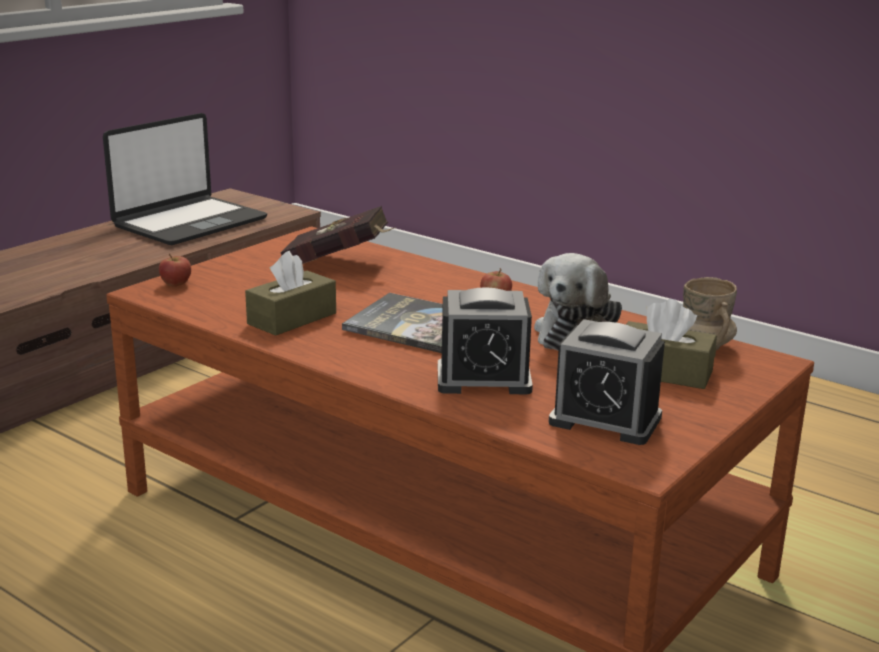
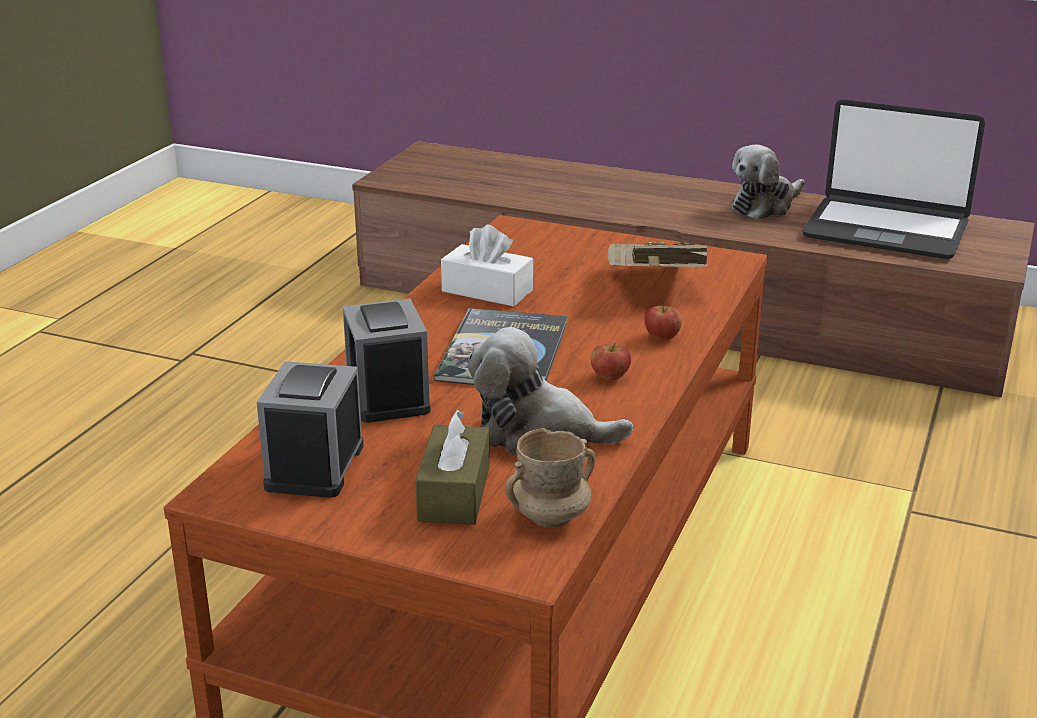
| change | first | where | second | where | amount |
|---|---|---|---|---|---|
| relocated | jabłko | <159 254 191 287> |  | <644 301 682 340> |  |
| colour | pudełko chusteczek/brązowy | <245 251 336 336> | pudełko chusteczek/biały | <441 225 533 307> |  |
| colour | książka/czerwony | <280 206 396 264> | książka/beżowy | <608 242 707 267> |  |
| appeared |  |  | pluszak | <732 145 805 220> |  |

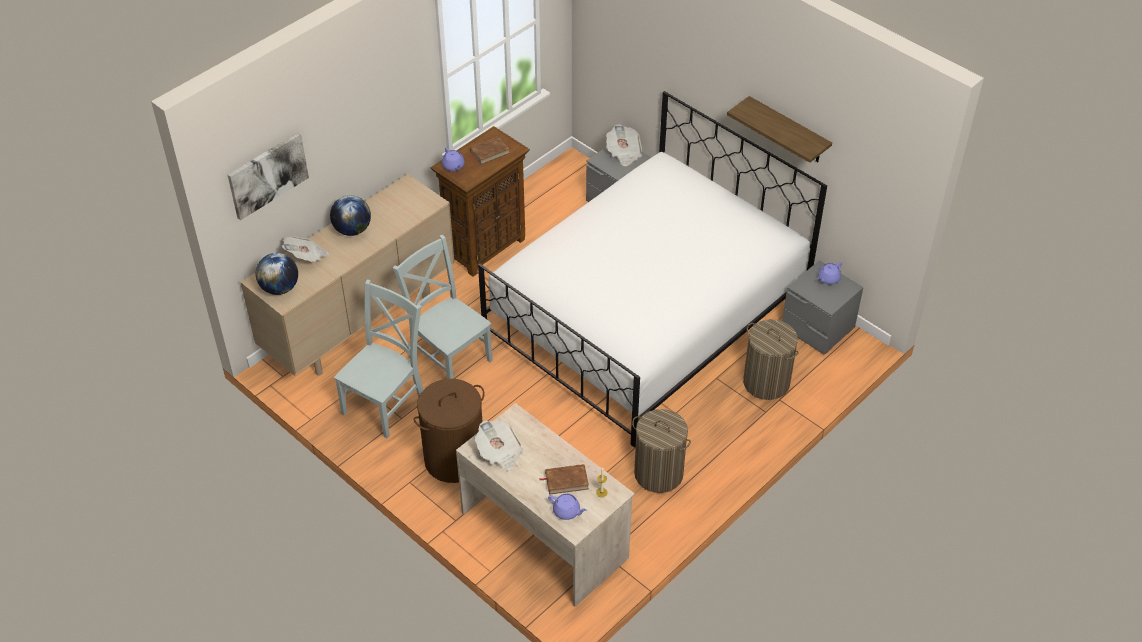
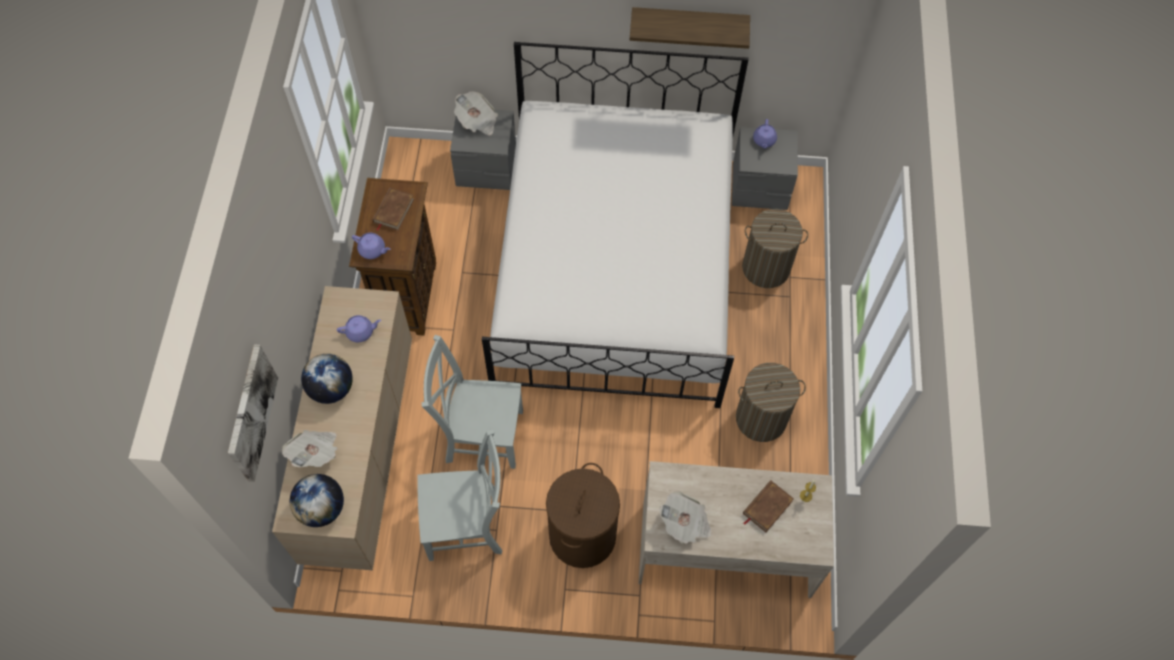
| change | first | where | second | where | amount |
|---|---|---|---|---|---|
| spun | krzesło/szary | <334 279 424 438> |  | <417 429 502 561> | 90 degrees clockwise |
| relocated | imbryk/fioletowy | <548 493 587 520> |  | <337 315 381 342> |  |

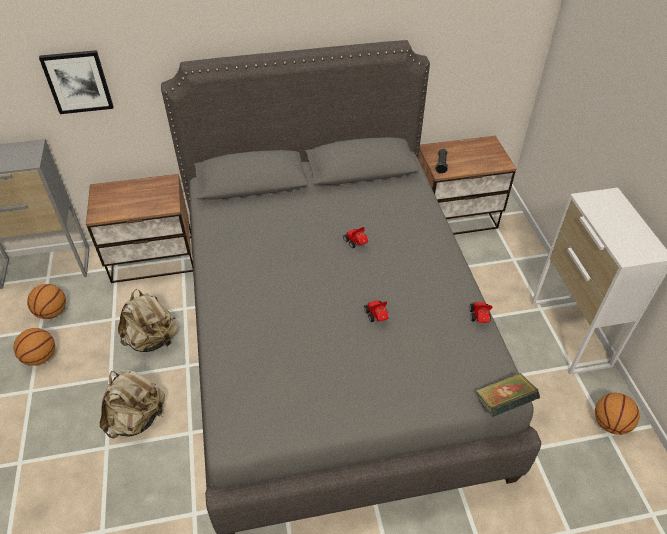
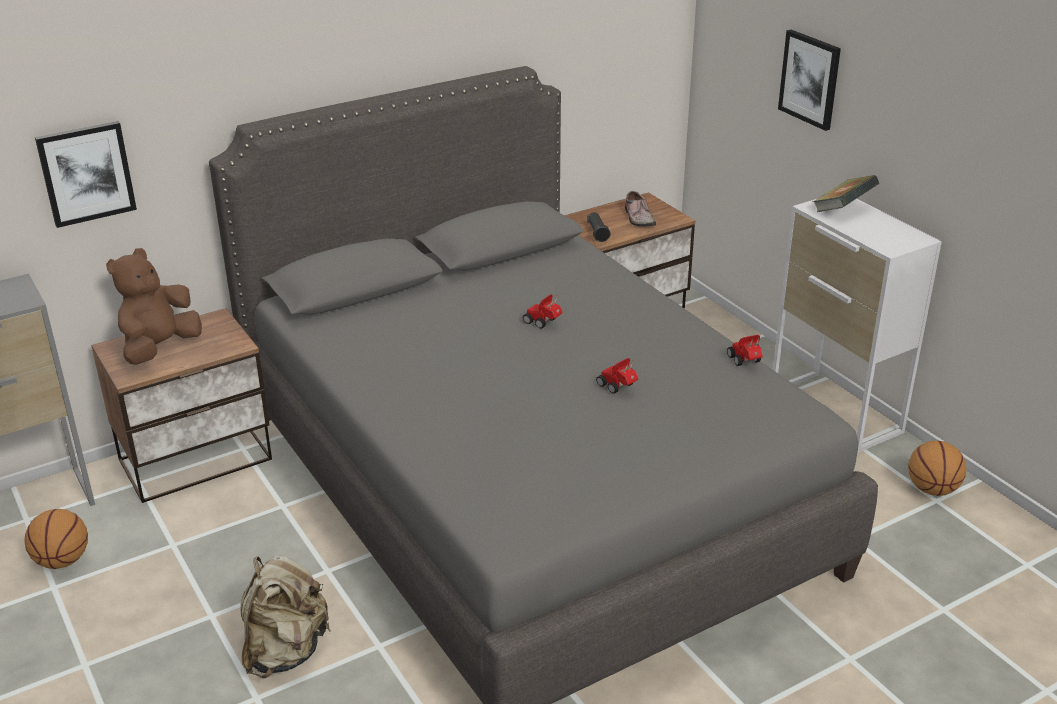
| change | first | where | second | where | amount |
|---|---|---|---|---|---|
| missing | piłka do koszykówki | <13 328 55 366> |  |  |  |
| missing | plecak/beżowy | <118 289 178 352> |  |  |  |
| relocated | książka | <476 373 540 417> |  | <813 175 879 212> |  |
| appeared |  |  | pluszak/brązowy | <106 248 202 365> |  |
| appeared |  |  | but | <625 191 656 227> |  |
| appeared |  |  | obraz | <778 30 841 131> |  |

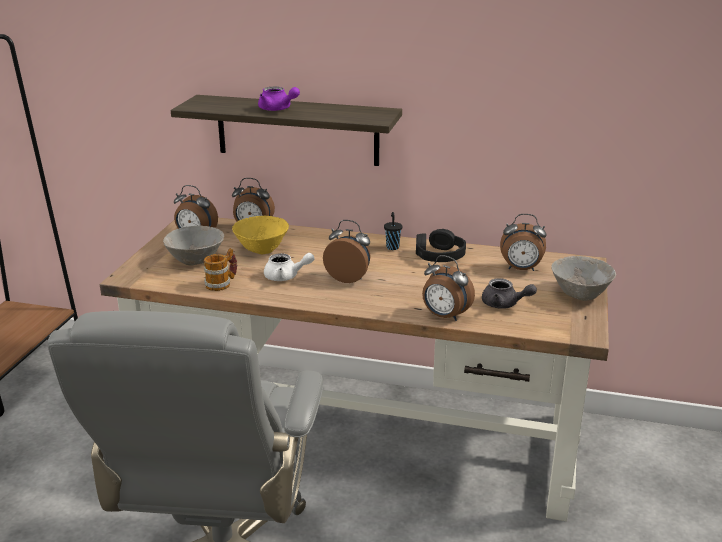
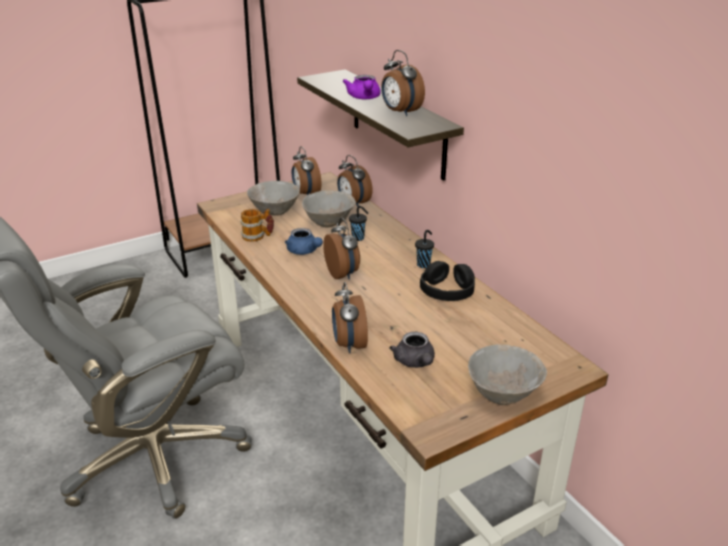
| change | first | where | second | where | amount |
|---|---|---|---|---|---|
| colour | miska/żółty | <232 216 289 254> | miska/szary | <302 190 356 227> |  |
| colour | imbryk/biały | <264 253 314 281> | imbryk/niebieski | <285 228 323 255> |  |
| relocated | budzik | <500 214 547 271> |  | <381 50 425 116> |  |
| appeared |  |  | filiżanka/czarny | <349 206 368 241> |  |

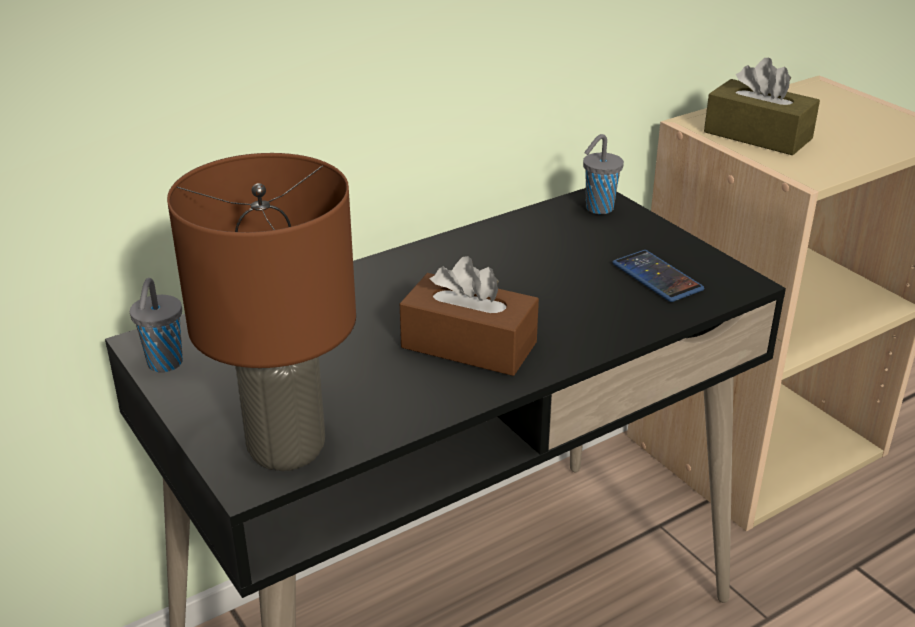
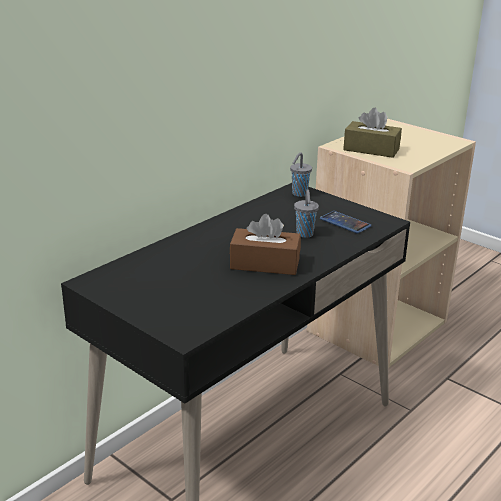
| change | first | where | second | where | amount |
|---|---|---|---|---|---|
| relocated | filiżanka/szary | <130 278 183 372> |  | <294 189 319 238> |  |
| missing | lampa stołowa/brązowy | <167 153 356 471> |  |  |  |

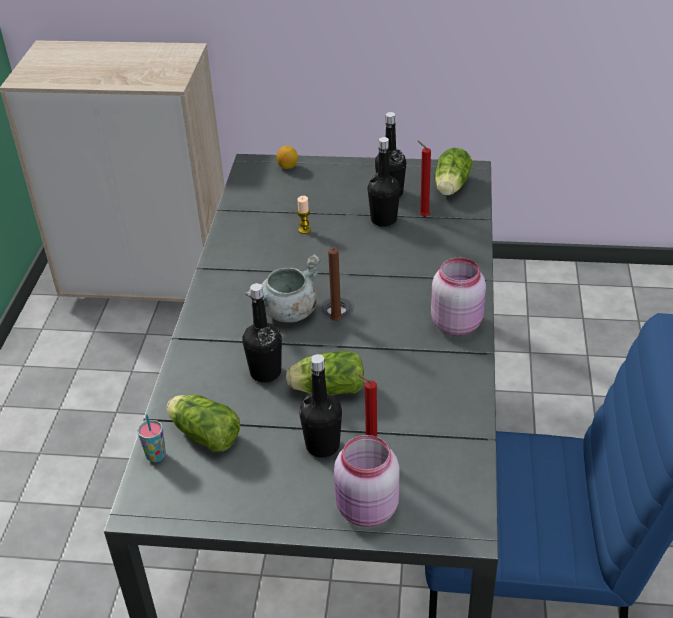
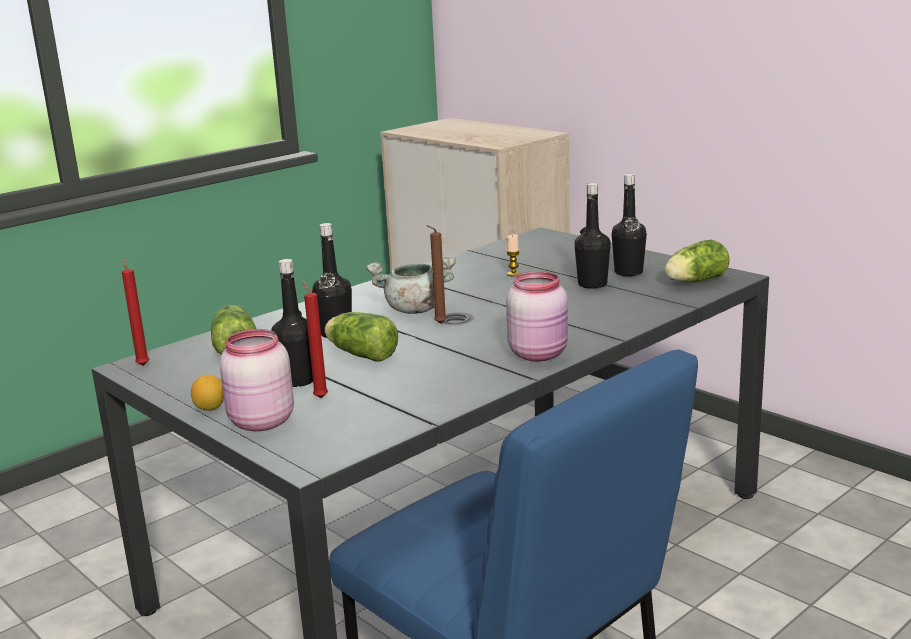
| change | first | where | second | where | amount |
|---|---|---|---|---|---|
| missing | filiżanka | <138 414 166 463> |  |  |  |
| relocated | cytryna | <276 146 298 169> |  | <191 375 224 411> |  |
| relocated | świeca/czerwony | <418 141 431 217> |  | <122 257 149 366> |  |

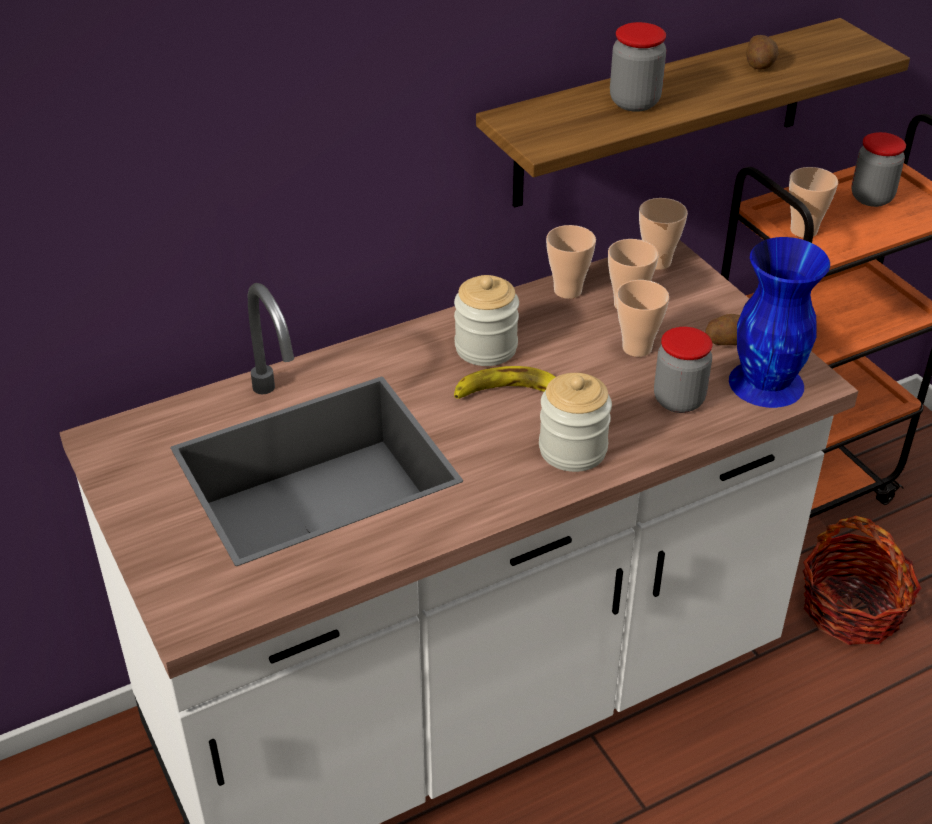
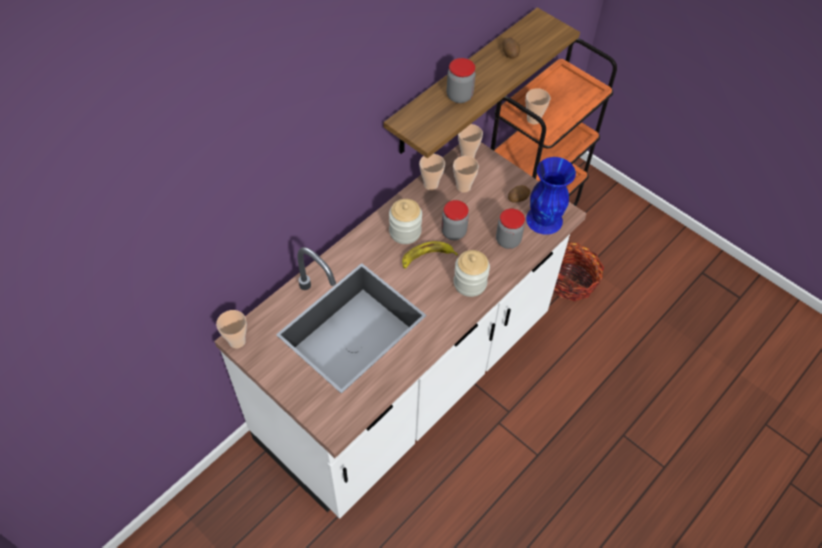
| change | first | where | second | where | amount |
|---|---|---|---|---|---|
| relocated | filiżanka | <616 280 669 357> |  | <216 310 247 348> |  |
| relocated | słoik | <851 132 906 207> |  | <441 200 469 240> |  |

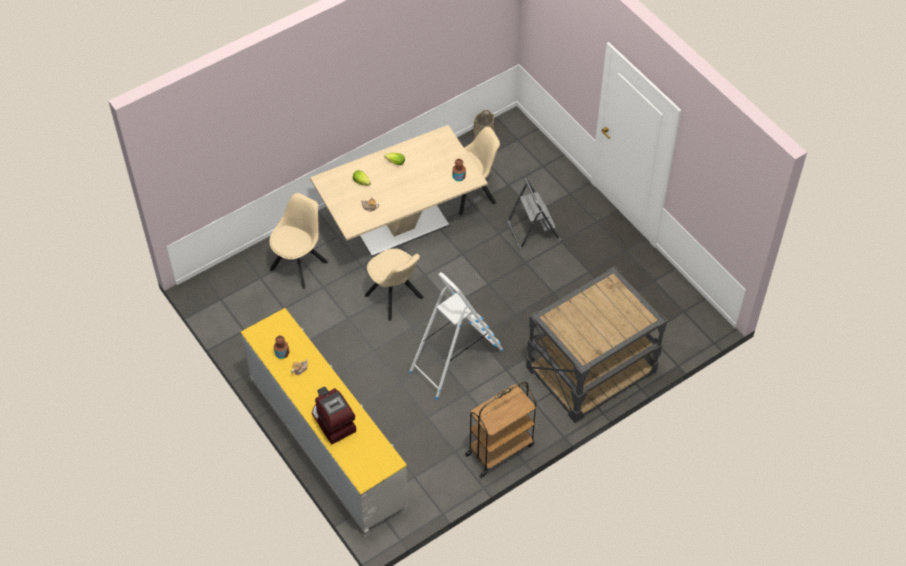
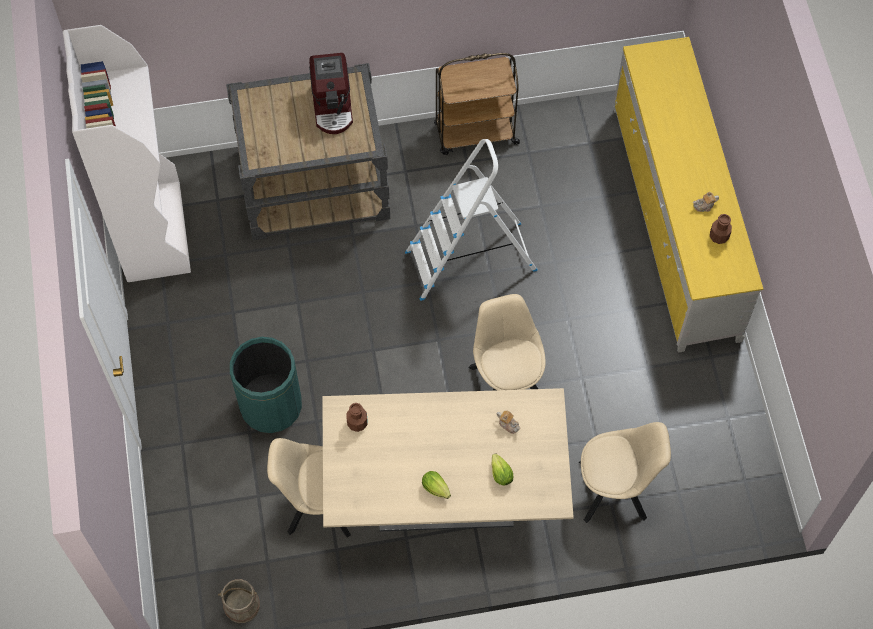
| change | first | where | second | where | amount |
|---|---|---|---|---|---|
| spun | krzesło/beżowy | <269 193 328 289> |  | <579 422 671 523> | 150 degrees counterclockwise |
| relocated | ekspres do kawy | <312 387 356 444> |  | <309 53 353 134> |  |
| exchanged | drabinka/szary | <507 177 561 251> | kosz na śmieci/zielony | <230 337 302 433> |  |
| appeared |  |  | regał/biały | <63 25 191 282> |  |

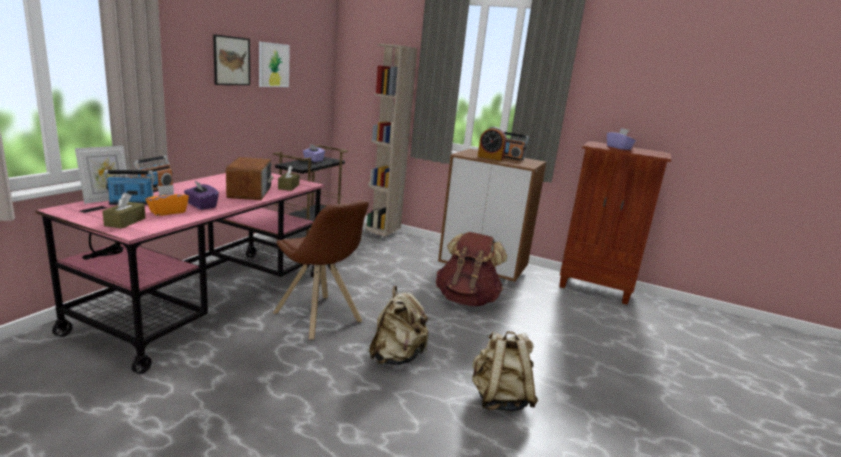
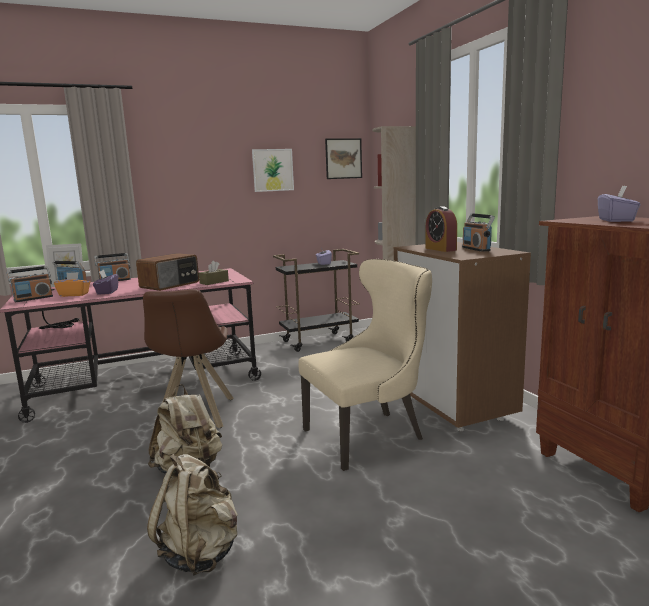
| change | first | where | second | where | amount |
|---|---|---|---|---|---|
| exchanged | pudełko chusteczek/brązowy | <102 192 146 229> | radio | <7 266 53 302> |  |
| relocated | obraz | <213 34 250 85> |  | <325 138 362 179> |  |
| exchanged | plecak/brązowy | <436 232 507 306> | krzesło/beżowy | <299 259 432 471> |  |

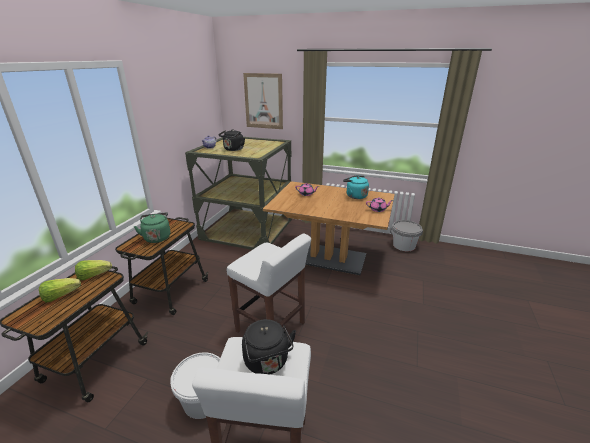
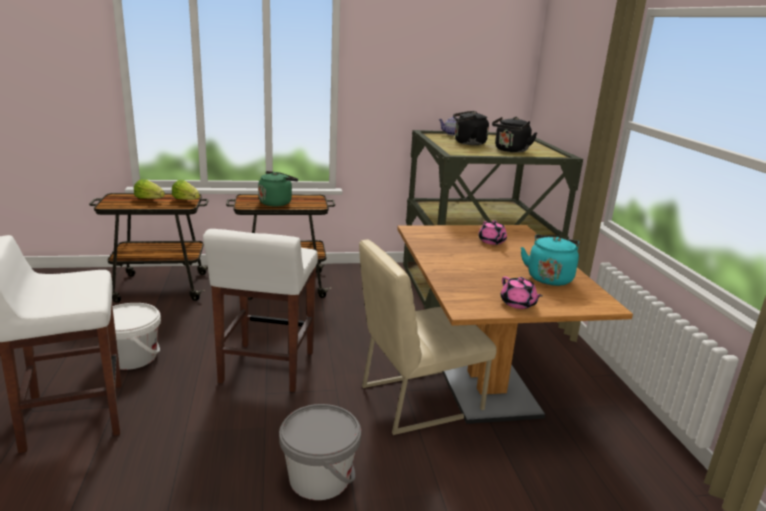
| change | first | where | second | where | amount |
|---|---|---|---|---|---|
| relocated | czajnik/czarny | <242 319 296 374> |  | <492 117 537 153> |  |
| missing | obraz | <243 73 283 129> |  |  |  |
| relocated | wiadro/szary | <390 220 423 251> |  | <279 404 361 500> |  |
| appeared |  |  | krzesło/beżowy | <359 239 497 435> |  |

